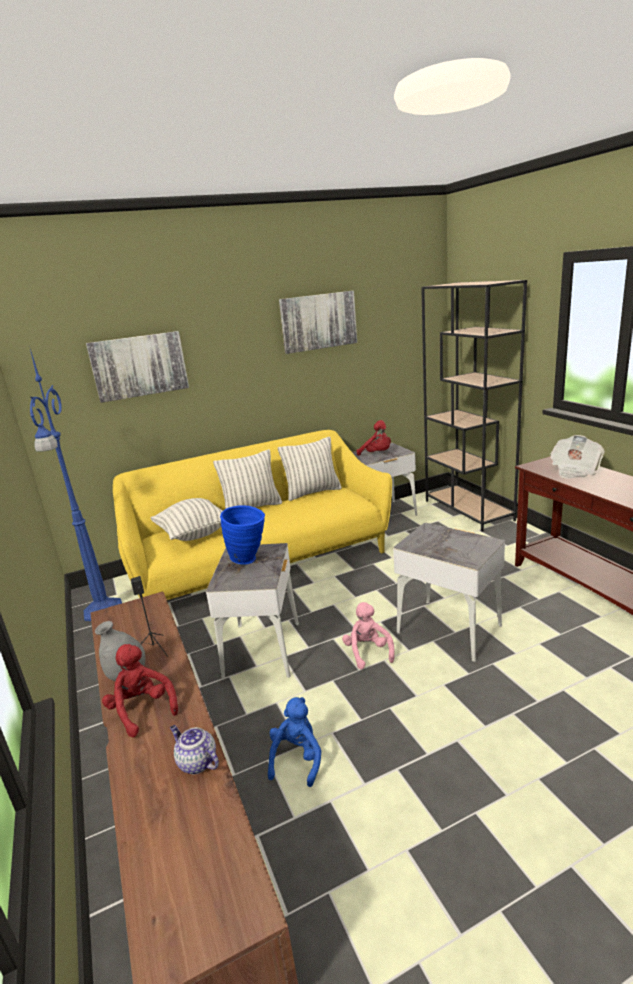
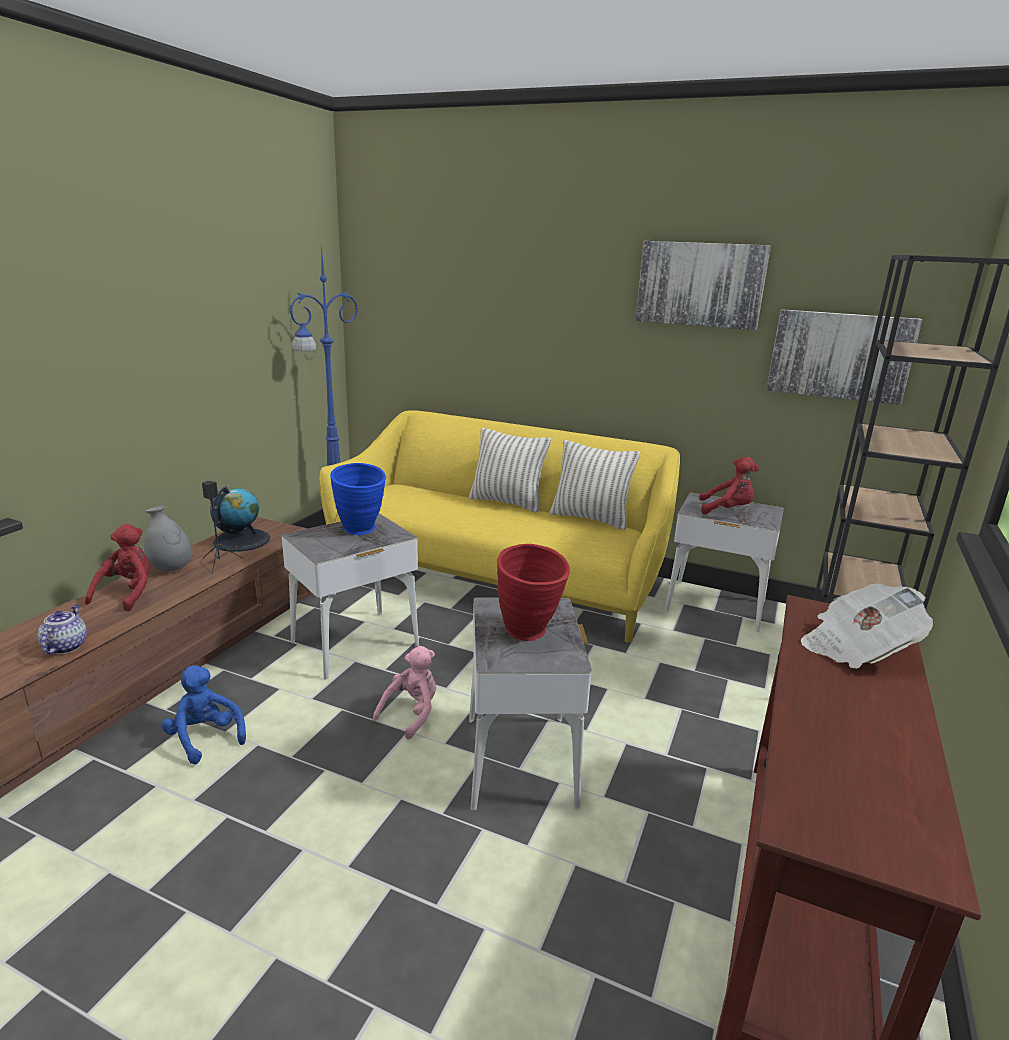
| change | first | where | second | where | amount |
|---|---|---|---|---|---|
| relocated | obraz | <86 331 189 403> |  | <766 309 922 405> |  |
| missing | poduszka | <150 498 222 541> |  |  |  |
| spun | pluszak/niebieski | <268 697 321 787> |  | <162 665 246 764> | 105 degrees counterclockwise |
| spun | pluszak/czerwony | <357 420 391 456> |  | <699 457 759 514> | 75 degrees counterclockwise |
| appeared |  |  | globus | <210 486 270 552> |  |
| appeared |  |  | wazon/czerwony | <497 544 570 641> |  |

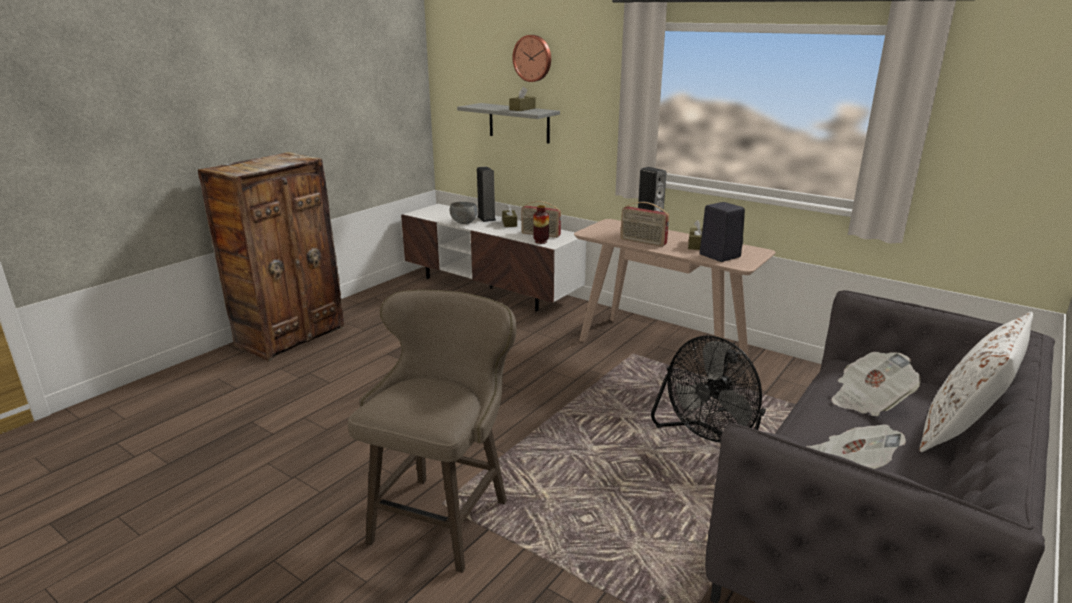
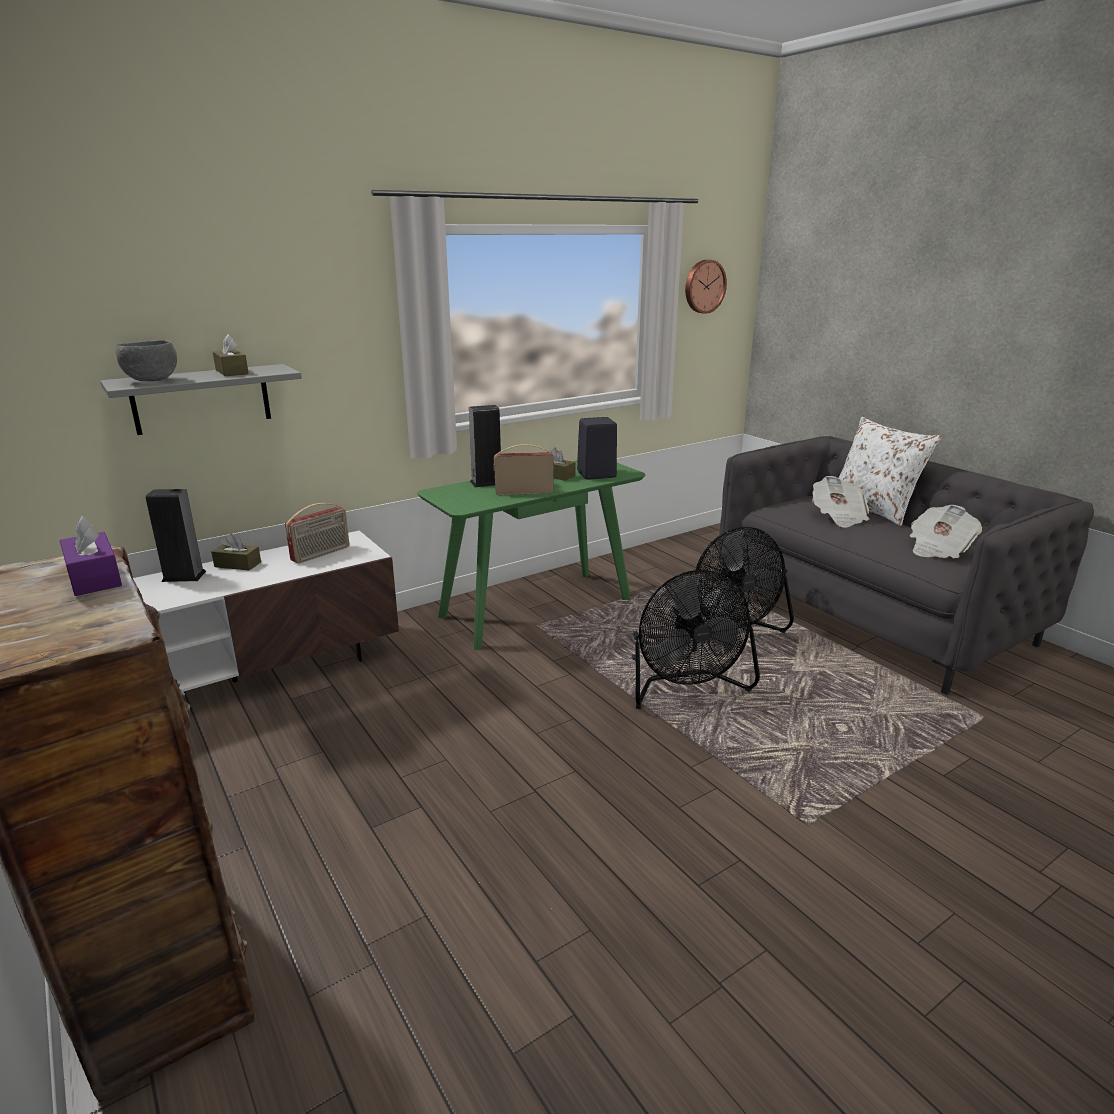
| change | first | where | second | where | amount |
|---|---|---|---|---|---|
| missing | stołek/beżowy | <348 290 517 573> |  |  |  |
| relocated | miska/szary | <450 202 477 224> |  | <116 340 177 381> |  |
| relocated | zegar ścienny | <512 35 551 82> |  | <685 260 727 314> |  |
| missing | wazon | <533 205 549 244> |  |  |  |
| colour | stolik konsolowy/beżowy | <574 219 776 359> | stolik konsolowy/zielony | <417 460 645 650> |  |
| spun | radio | <620 202 669 247> |  | <493 444 554 495> | 150 degrees counterclockwise |
| appeared |  |  | pudełko chusteczek/fioletowy | <60 516 122 596> |  |
| appeared |  |  | wentylator/czarny | <632 570 760 709> |  |

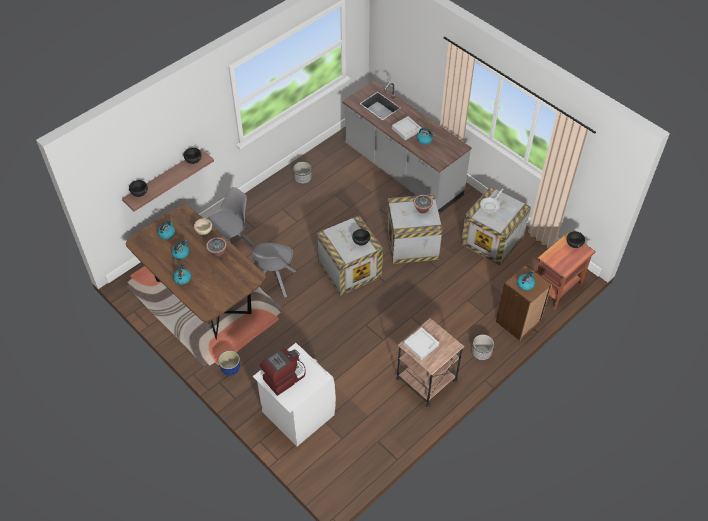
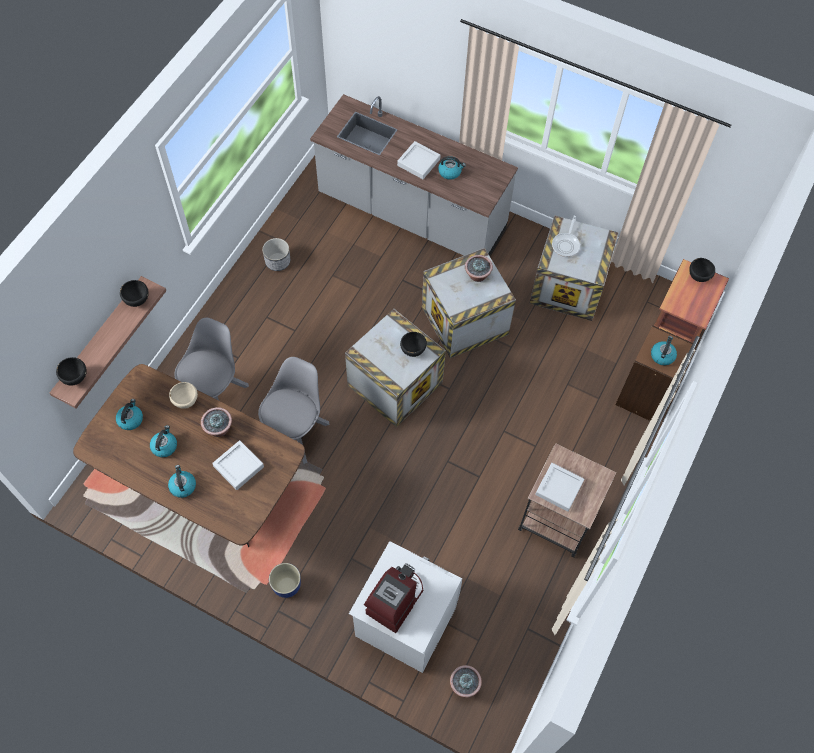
| change | first | where | second | where | amount |
|---|---|---|---|---|---|
| spun | krzesło/szary | <252 243 296 298> |  | <258 357 329 464> | 150 degrees counterclockwise |
| missing | donica | <472 334 494 361> |  |  |  |
| appeared |  |  | taca/szary | <212 440 264 490> |  |
| appeared |  |  | roślina doniczkowa | <450 665 482 698> |  |

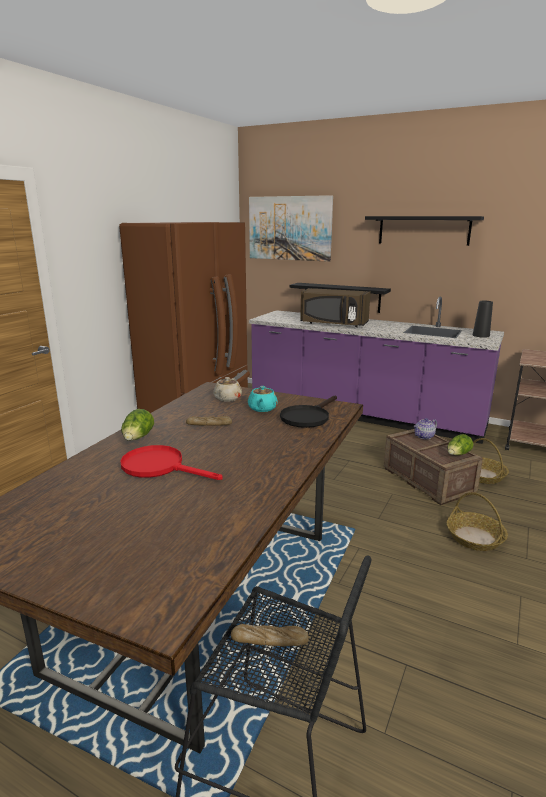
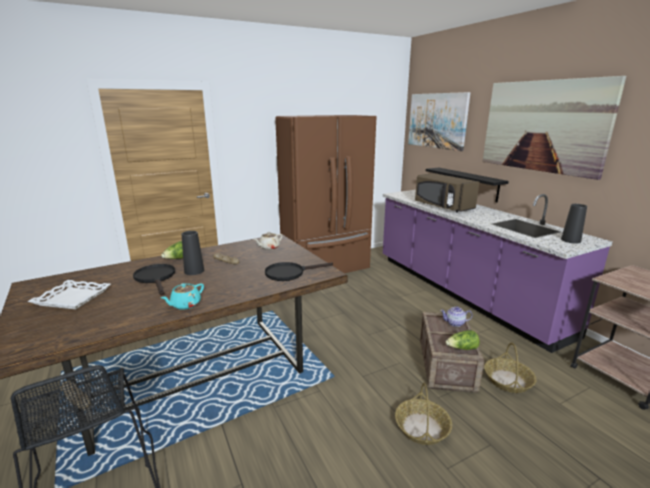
| change | first | where | second | where | amount |
|---|---|---|---|---|---|
| colour | patelnia/czerwony | <120 445 223 480> | patelnia/czarny | <133 264 175 295> |  |
| relocated | imbryk/turkusowy | <248 386 278 412> |  | <161 283 204 310> |  |
| exchanged | półka/czarny | <365 216 484 246> | obraz | <482 76 626 180> |  |
| appeared |  |  | taca/biały | <28 280 111 309> |  |
| appeared |  |  | wazon/czarny | <181 231 204 275> |  |

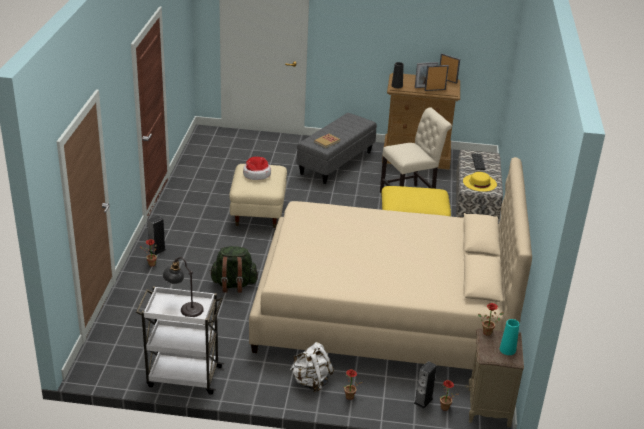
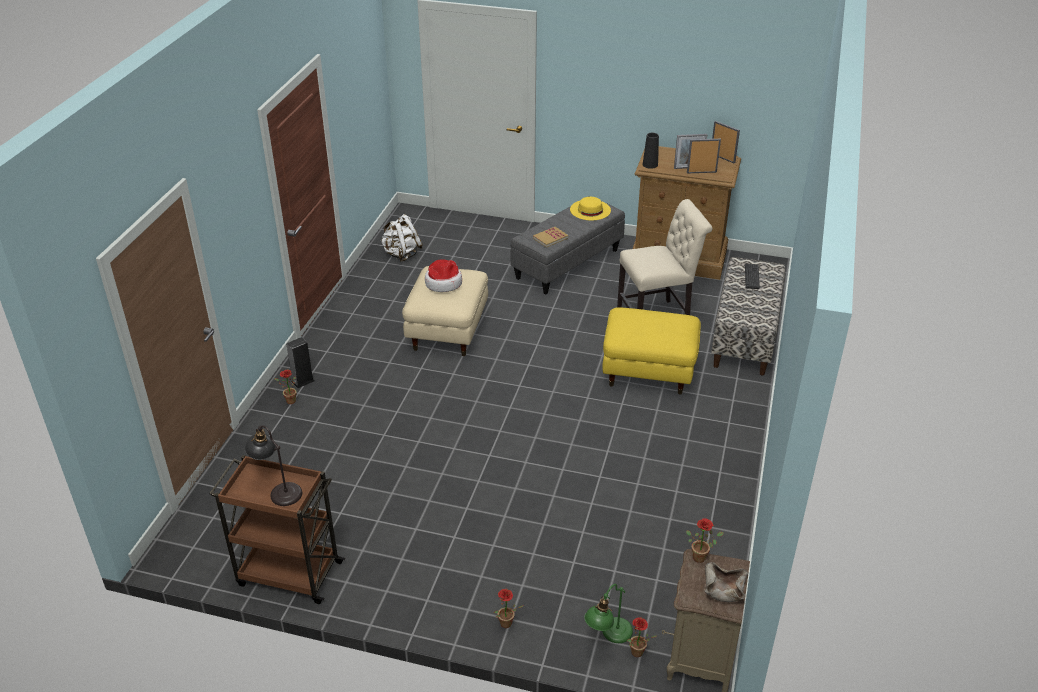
| change | first | where | second | where | amount |
|---|---|---|---|---|---|
| colour | wózek/biały | <136 286 224 395> | wózek/brązowy | <209 455 345 604> |  |
| missing | plecak/zielony | <210 246 258 293> |  |  |  |
| missing | łóżko/beżowy | <249 157 532 370> |  |  |  |
| relocated | plecak/biały | <290 342 334 392> |  | <381 214 423 262> |  |
| exchanged | głośnik | <414 361 437 409> | lampa stołowa/zielony | <584 584 633 643> |  |
| relocated | kapelusz/żółty | <463 172 497 192> |  | <570 197 611 220> |  |
| exchanged | wazon/turkusowy | <500 319 520 355> | miska/beżowy | <705 562 749 602> |  |

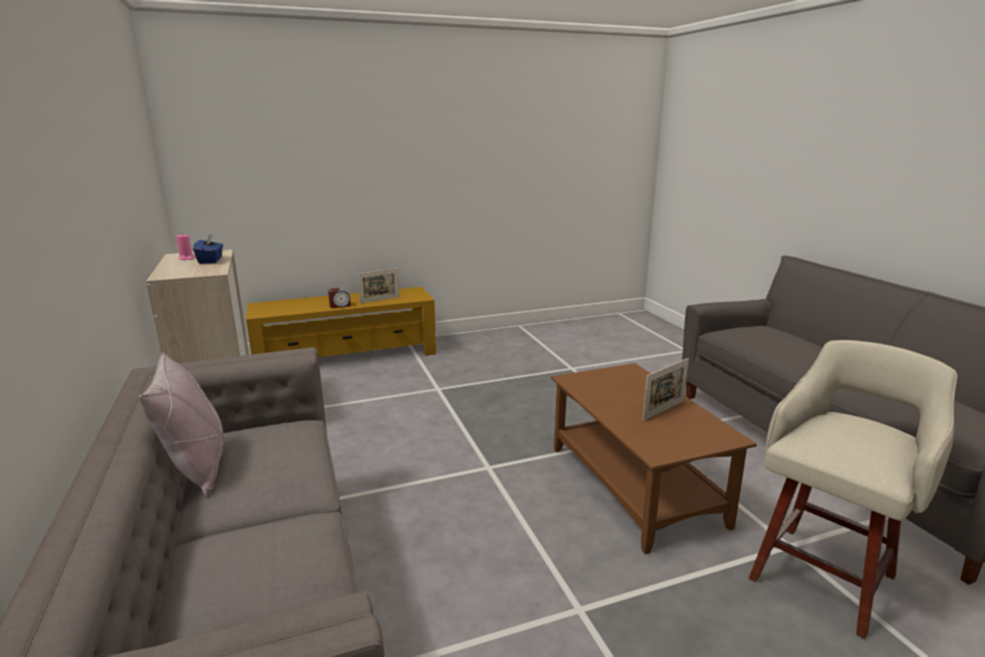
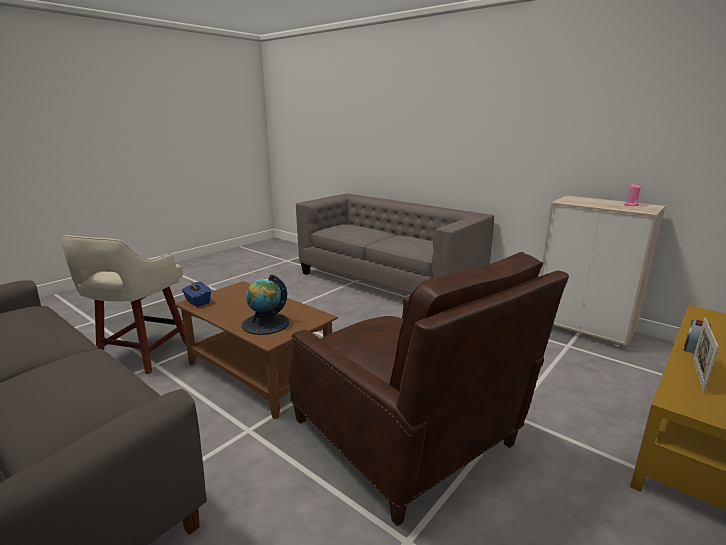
| change | first | where | second | where | amount |
|---|---|---|---|---|---|
| missing | poduszka/fioletowy | <139 352 224 497> |  |  |  |
| relocated | pudełko chusteczek/niebieski | <193 234 223 264> |  | <182 279 211 307> |  |
| missing | ramka na zdjęcie | <643 358 689 421> |  |  |  |
| appeared |  |  | globus | <242 274 289 335> |  |
| appeared |  |  | fotel/brązowy | <289 252 569 526> |  |

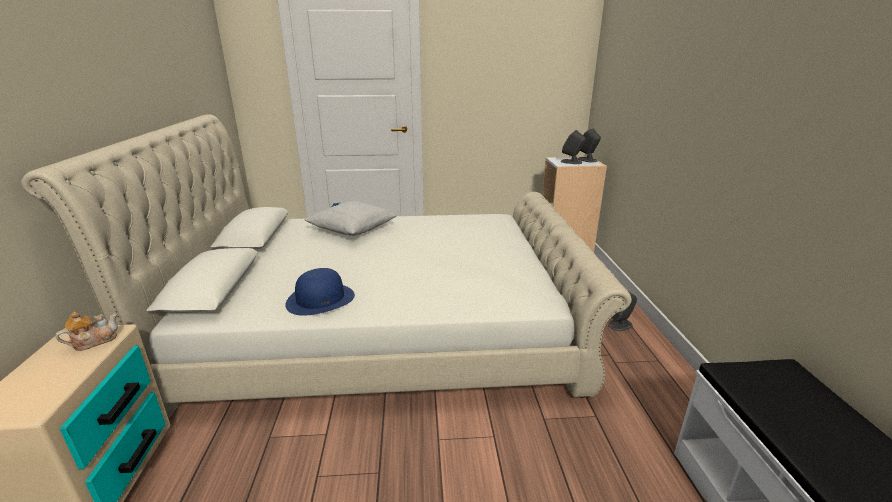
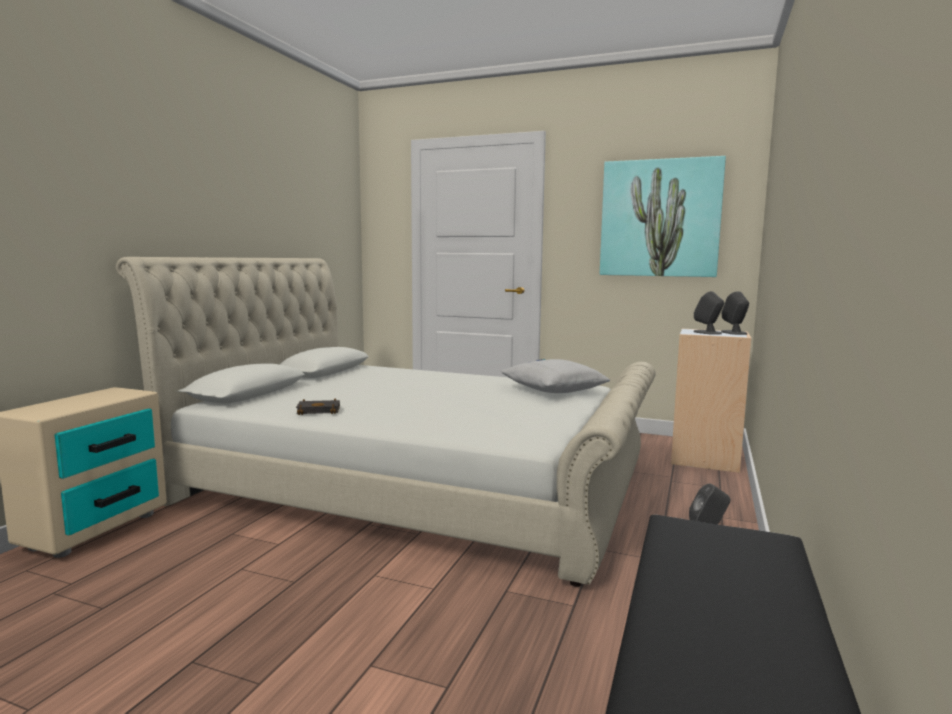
| change | first | where | second | where | amount |
|---|---|---|---|---|---|
| missing | imbryk | <56 311 118 351> |  |  |  |
| exchanged | kapelusz/niebieski | <285 268 355 316> | książka/czarny | <296 398 340 415> |  |
| relocated | poduszka/szary | <304 201 397 236> |  | <501 359 610 393> |  |
| appeared |  |  | obraz | <600 156 726 277> |  |

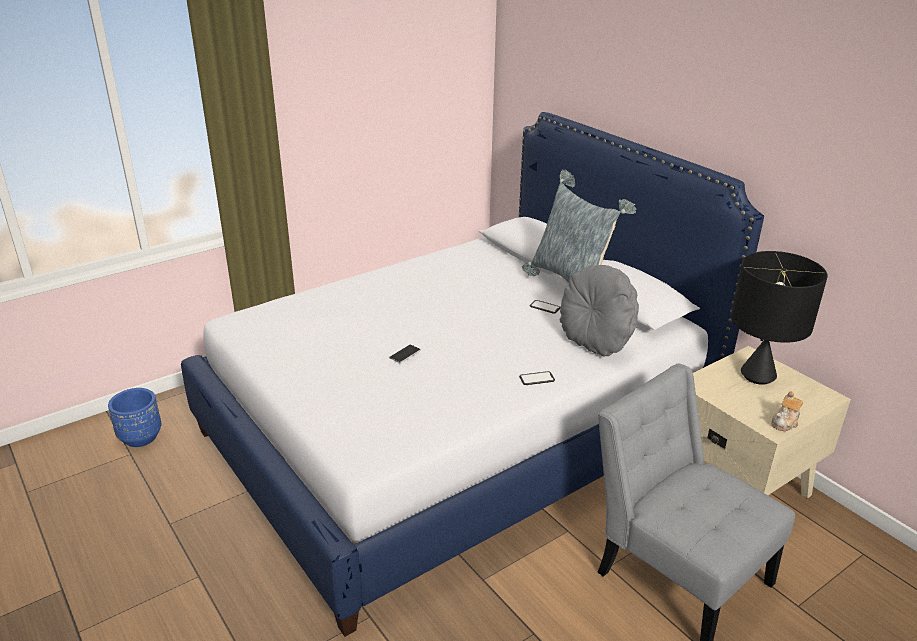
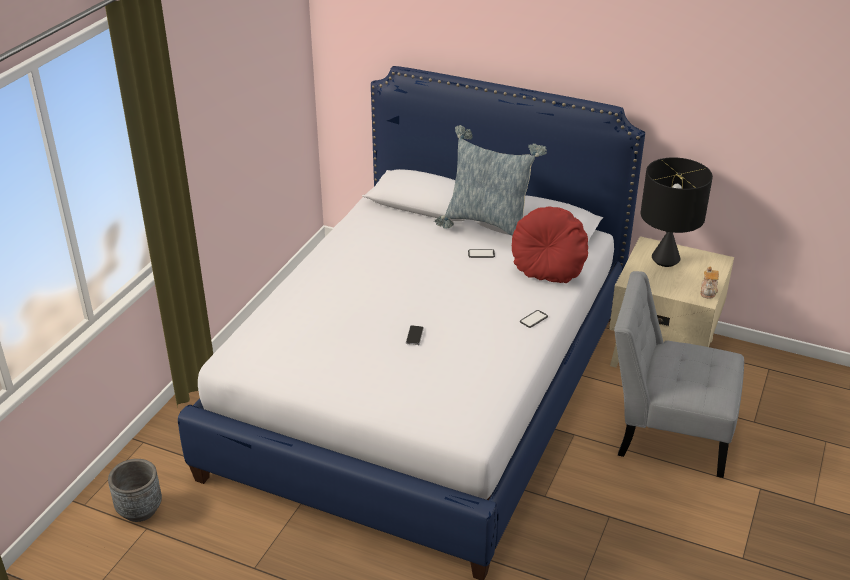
| change | first | where | second | where | amount |
|---|---|---|---|---|---|
| colour | donica/niebieski | <108 388 161 447> | donica/szary | <108 459 162 522> |  |
| colour | poduszka/szary | <560 265 639 357> | poduszka/czerwony | <512 207 588 283> |  |

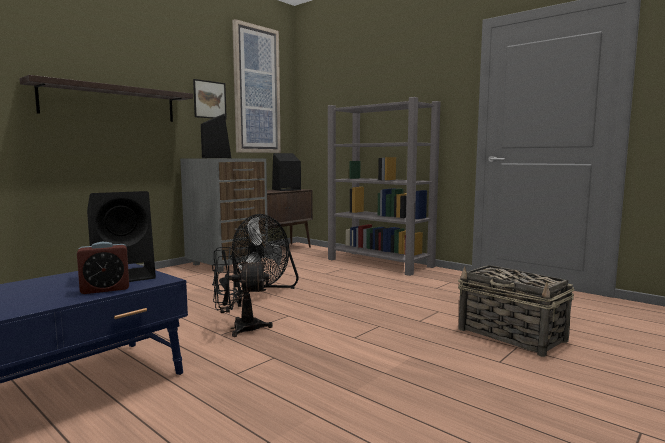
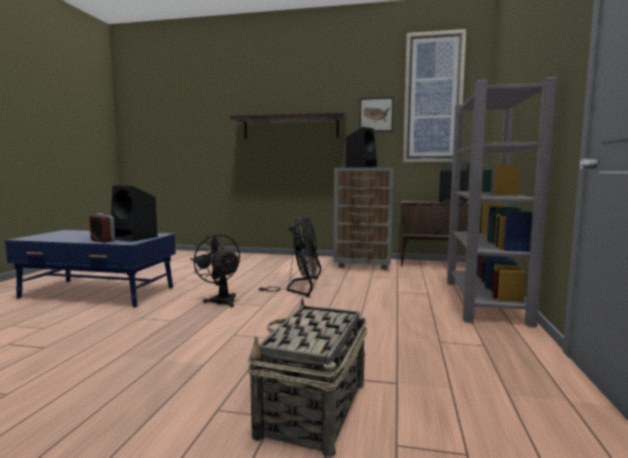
| change | first | where | second | where | amount |
|---|---|---|---|---|---|
| spun | wentylator/czarny | <218 214 299 307> |  | <259 215 321 297> | 90 degrees counterclockwise |

